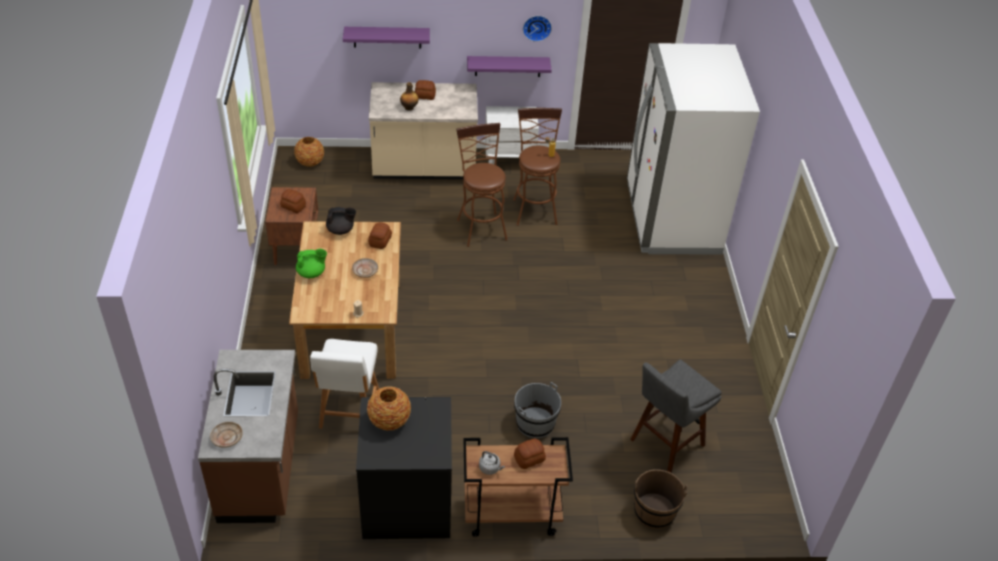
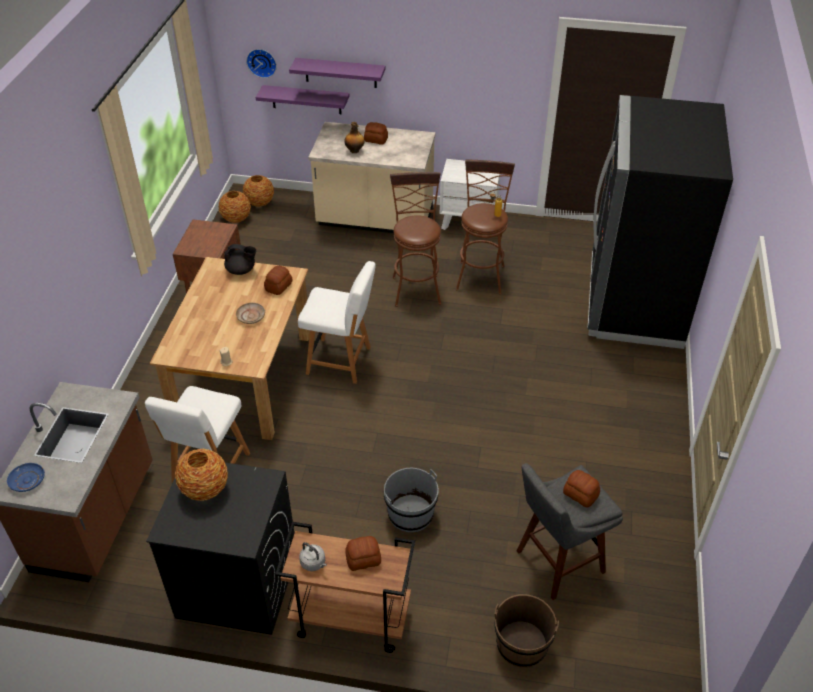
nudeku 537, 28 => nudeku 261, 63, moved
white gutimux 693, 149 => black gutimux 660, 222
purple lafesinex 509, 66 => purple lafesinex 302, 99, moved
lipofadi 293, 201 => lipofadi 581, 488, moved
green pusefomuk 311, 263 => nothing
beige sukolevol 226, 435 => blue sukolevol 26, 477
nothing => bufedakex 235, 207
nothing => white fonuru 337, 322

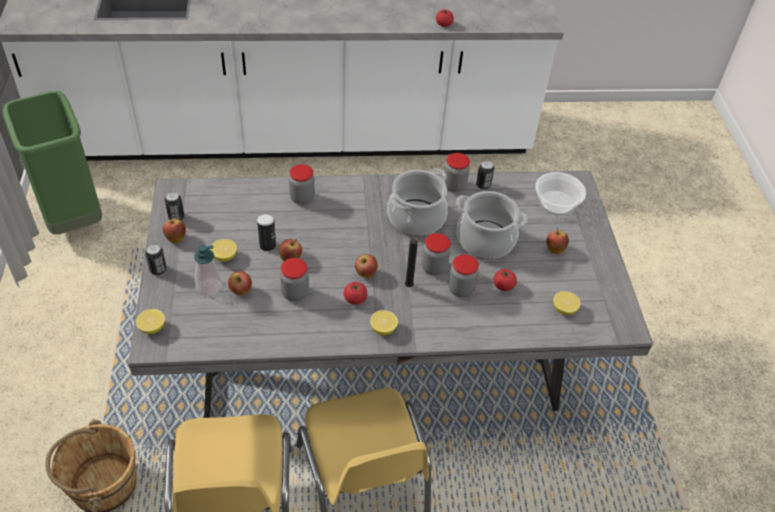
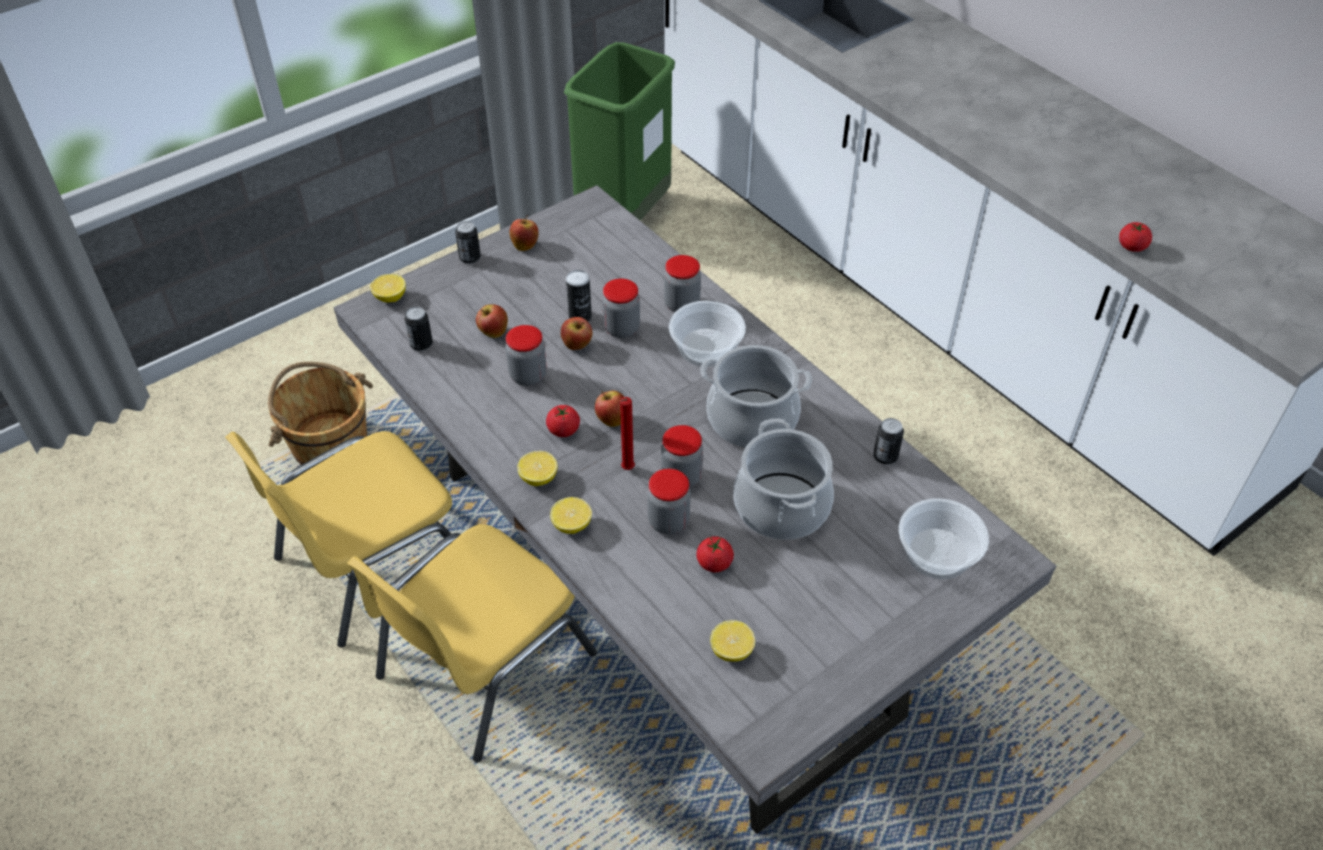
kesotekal 456, 172 => kesotekal 621, 308, moved
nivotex 174, 205 => nivotex 418, 329, moved
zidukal 557, 241 => nothing
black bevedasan 412, 262 => red bevedasan 627, 433
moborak 223, 250 => moborak 571, 515, moved
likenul 208, 270 => nothing
nothing => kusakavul 707, 334

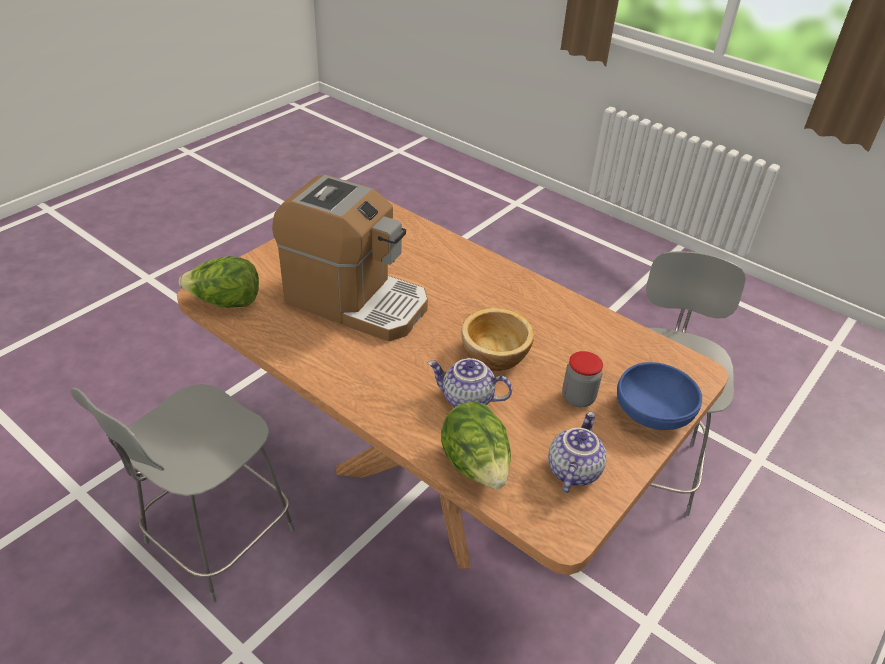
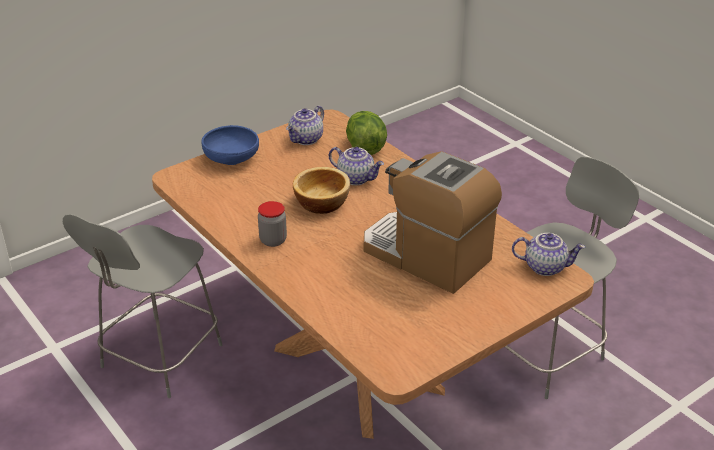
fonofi 219, 282 => pusefomuk 548, 254
kesotekal 582, 379 => kesotekal 272, 224, moved

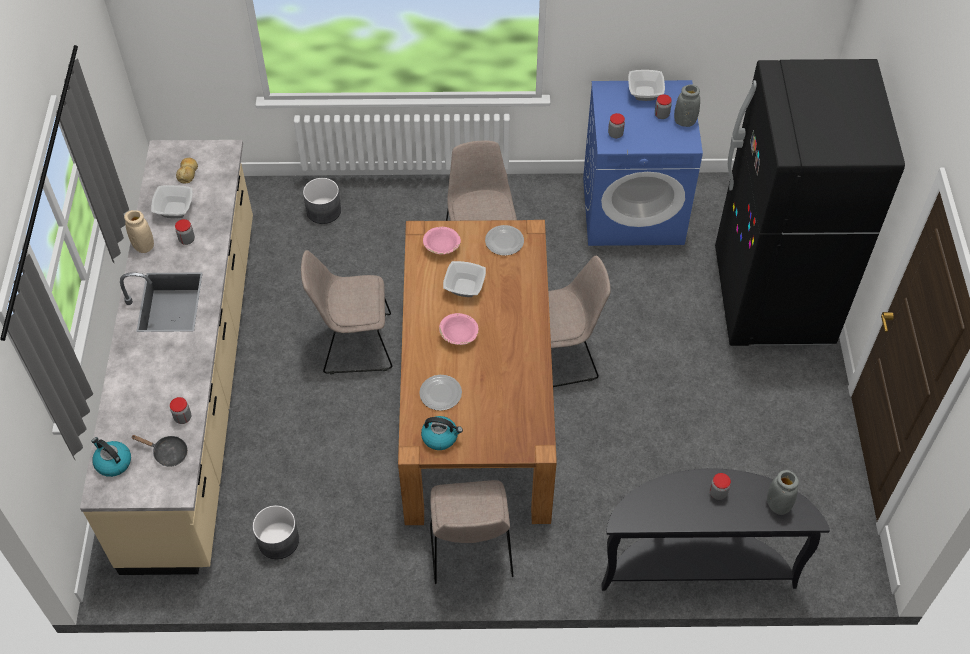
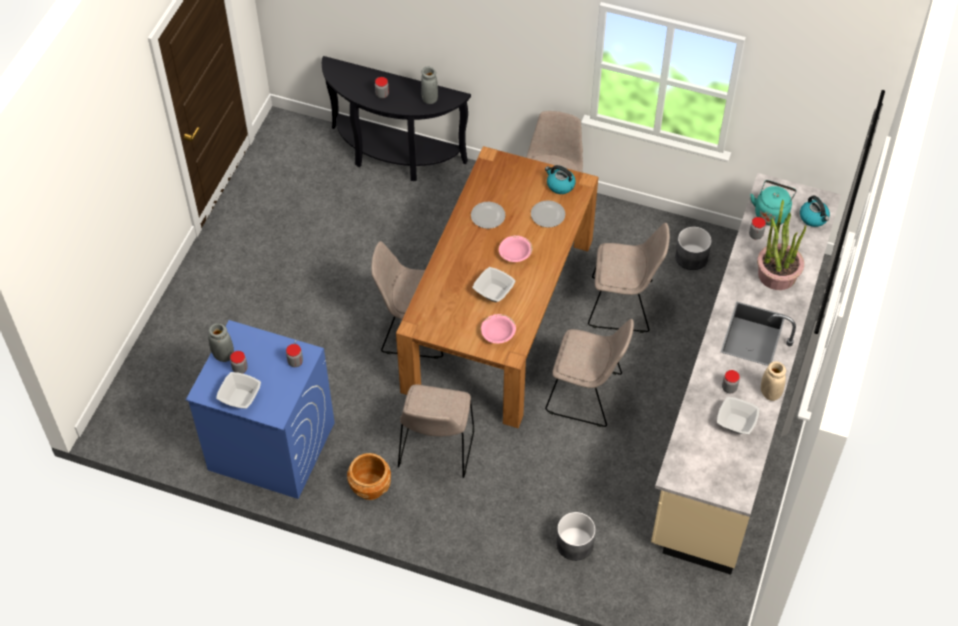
black gutimux 810, 202 => nothing
lipofadi 187, 171 => nothing
sukolevol 504, 240 => sukolevol 488, 215, moved
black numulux 160, 451 => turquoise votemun 773, 203
grey bufedakex 783, 492 => grey bufedakex 429, 85, moved
nothing => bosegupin 781, 245
nothing => beige fonuru 629, 278
nothing => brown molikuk 369, 476

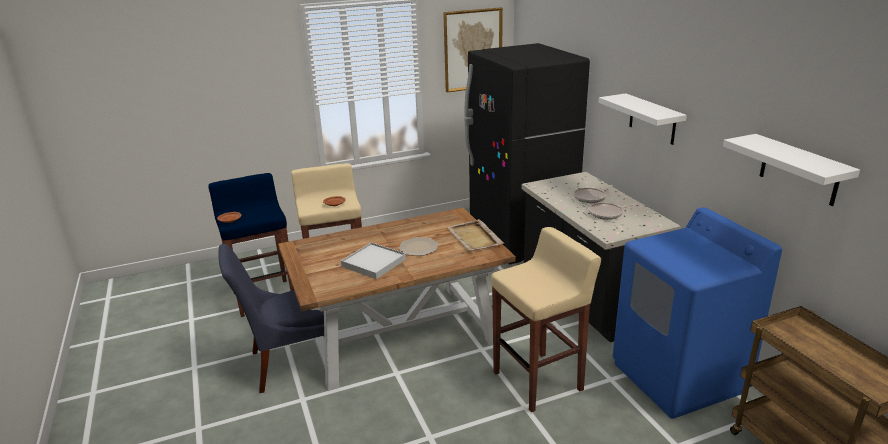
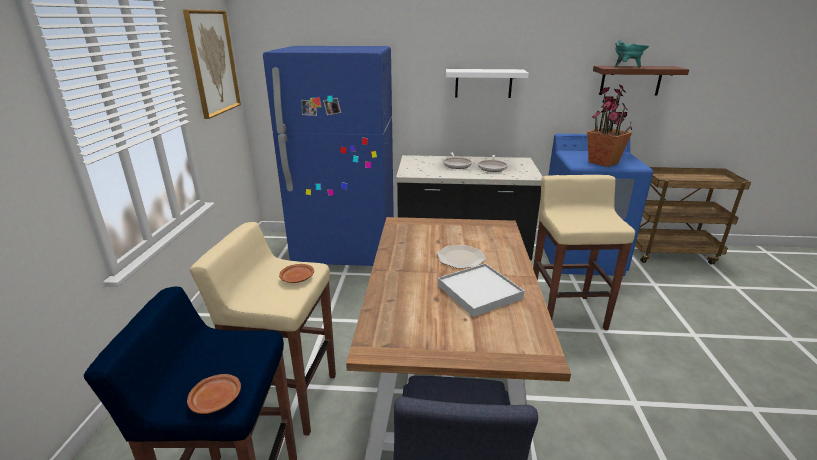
black gutimux 527, 154 => blue gutimux 328, 156
white lafesinex 791, 170 => brown lafesinex 641, 81
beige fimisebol 475, 235 => nothing
nothing => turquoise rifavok 632, 53
nothing => bosegupin 609, 126

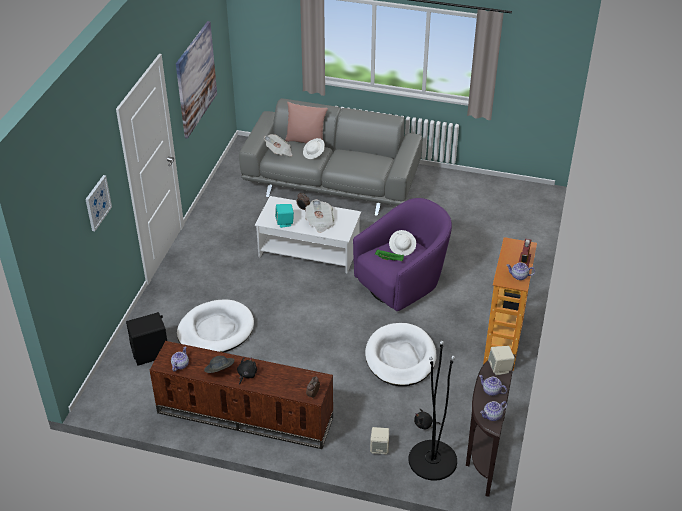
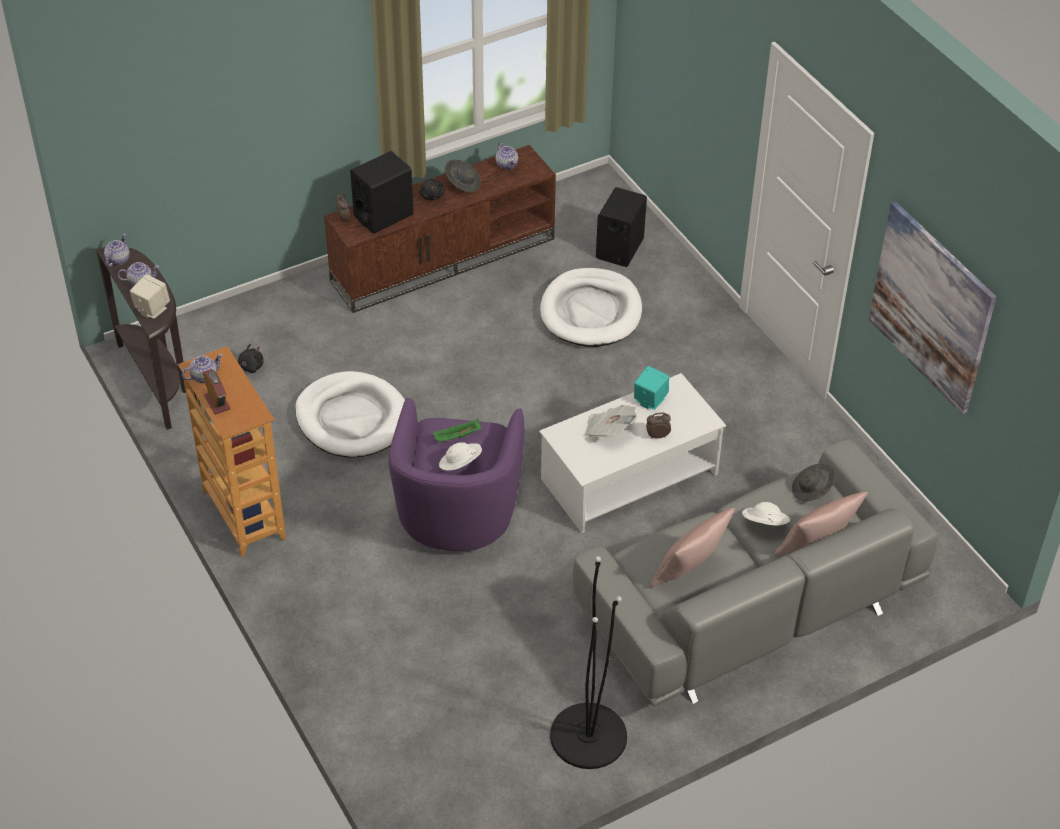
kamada 278, 145 => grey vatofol 814, 482
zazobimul 98, 203 => nothing
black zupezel 432, 411 => black zupezel 588, 662, moved
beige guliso 379, 440 => nothing
nothing => black guliso 382, 192
nothing => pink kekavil 692, 548

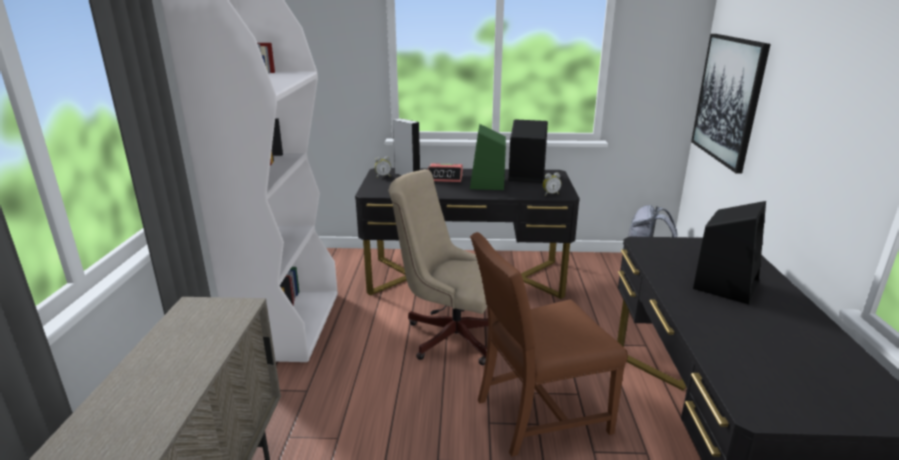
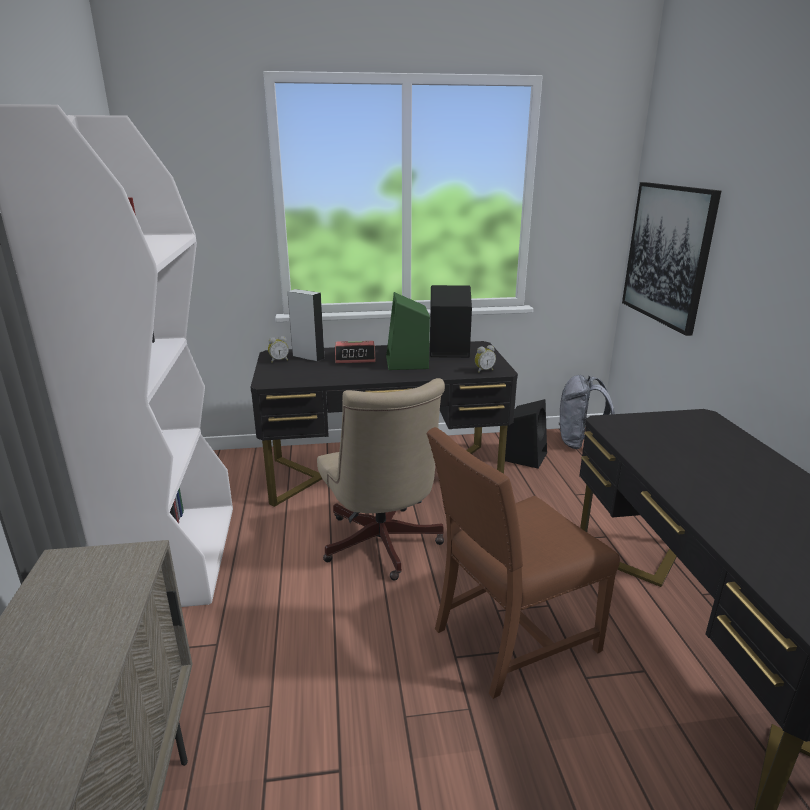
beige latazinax 438, 267 => beige latazinax 381, 479, 120 degrees counterclockwise
black guliso 729, 252 => black guliso 526, 434, moved

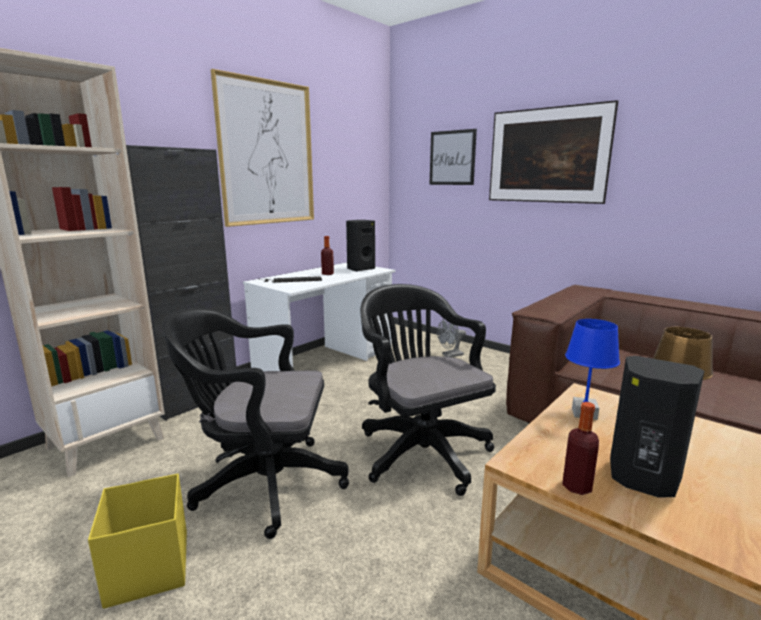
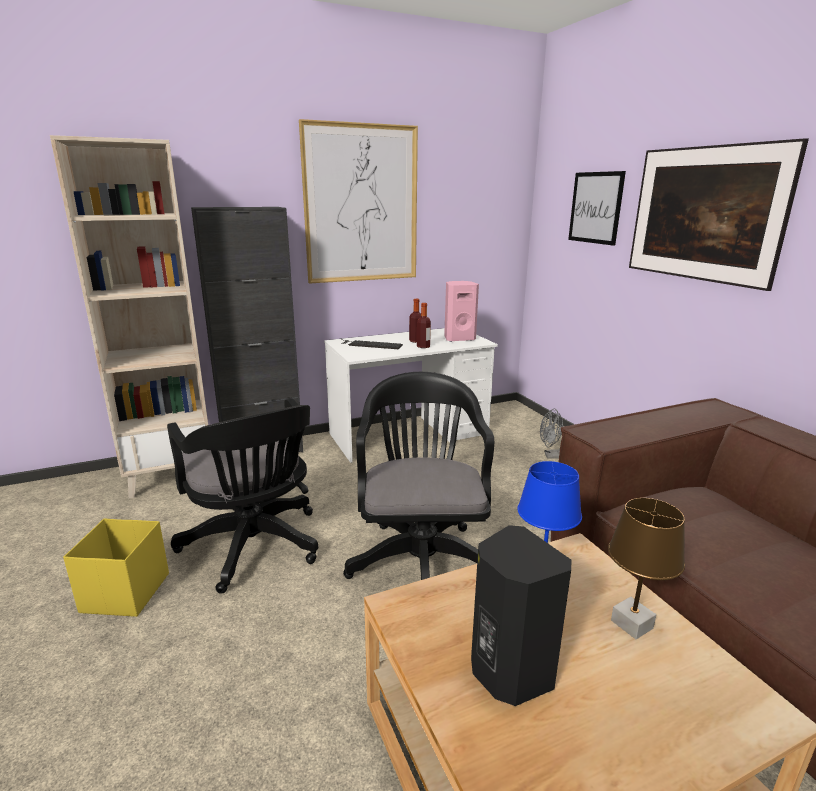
black guliso 360, 246 => pink guliso 461, 311
black latazinax 255, 423 => black latazinax 242, 496, 150 degrees counterclockwise
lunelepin 580, 448 => lunelepin 424, 325, moved

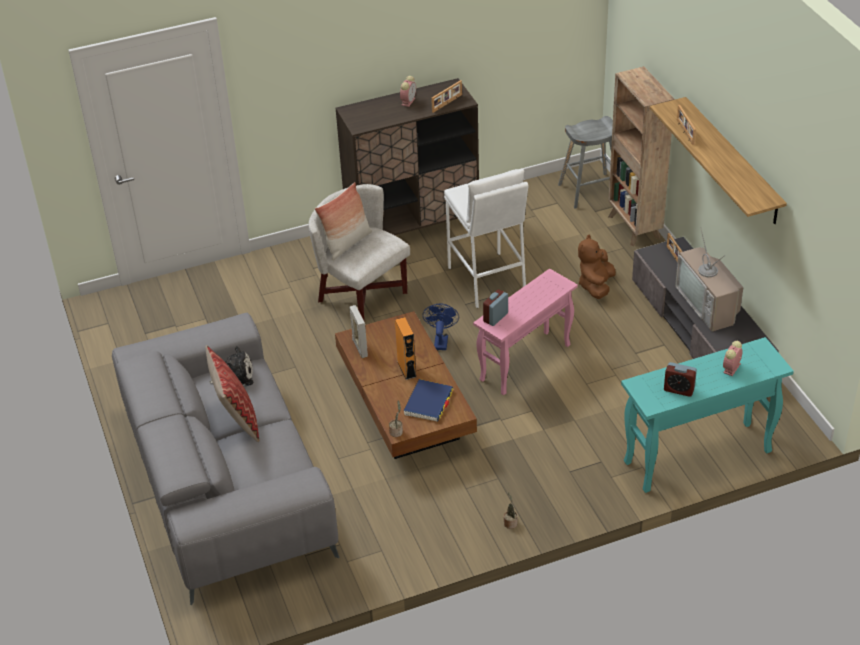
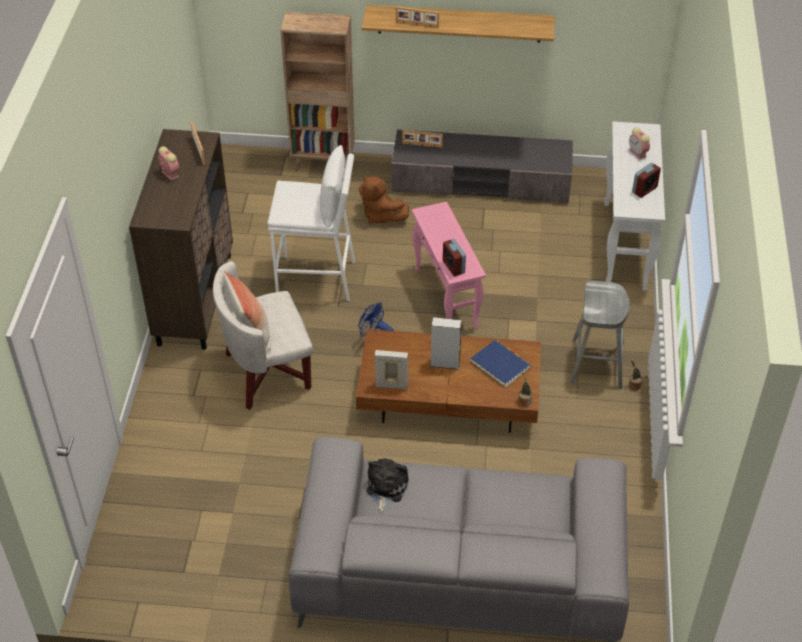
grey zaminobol 585, 162 => grey zaminobol 600, 335, moved
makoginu 709, 279 => nothing
orange guliso 405, 348 => grey guliso 446, 343
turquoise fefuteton 707, 415 => white fefuteton 634, 206
kekavil 232, 393 => nothing

